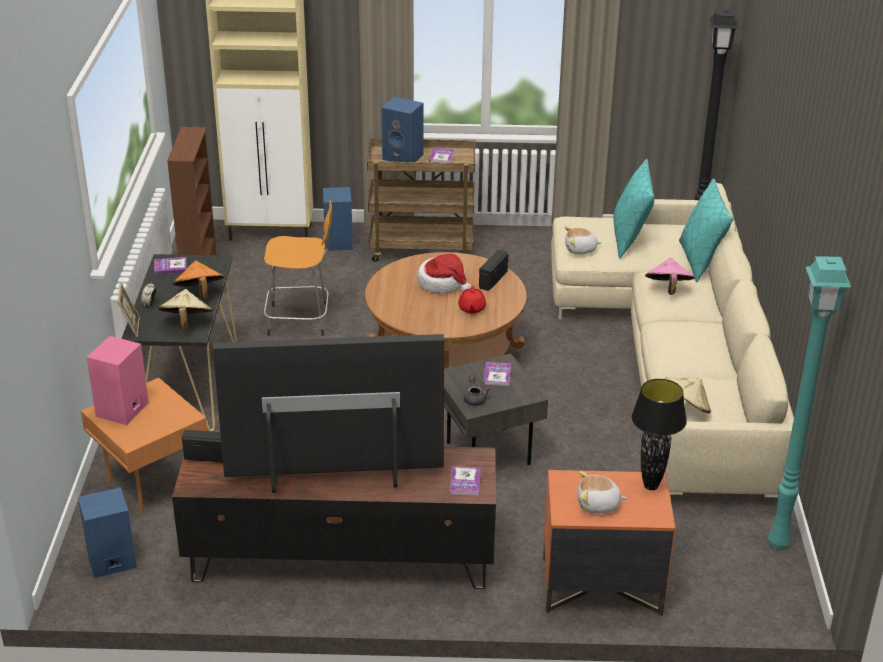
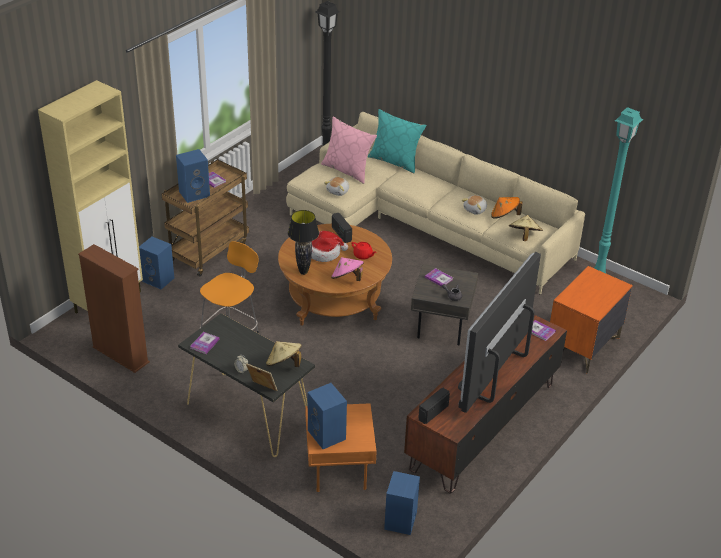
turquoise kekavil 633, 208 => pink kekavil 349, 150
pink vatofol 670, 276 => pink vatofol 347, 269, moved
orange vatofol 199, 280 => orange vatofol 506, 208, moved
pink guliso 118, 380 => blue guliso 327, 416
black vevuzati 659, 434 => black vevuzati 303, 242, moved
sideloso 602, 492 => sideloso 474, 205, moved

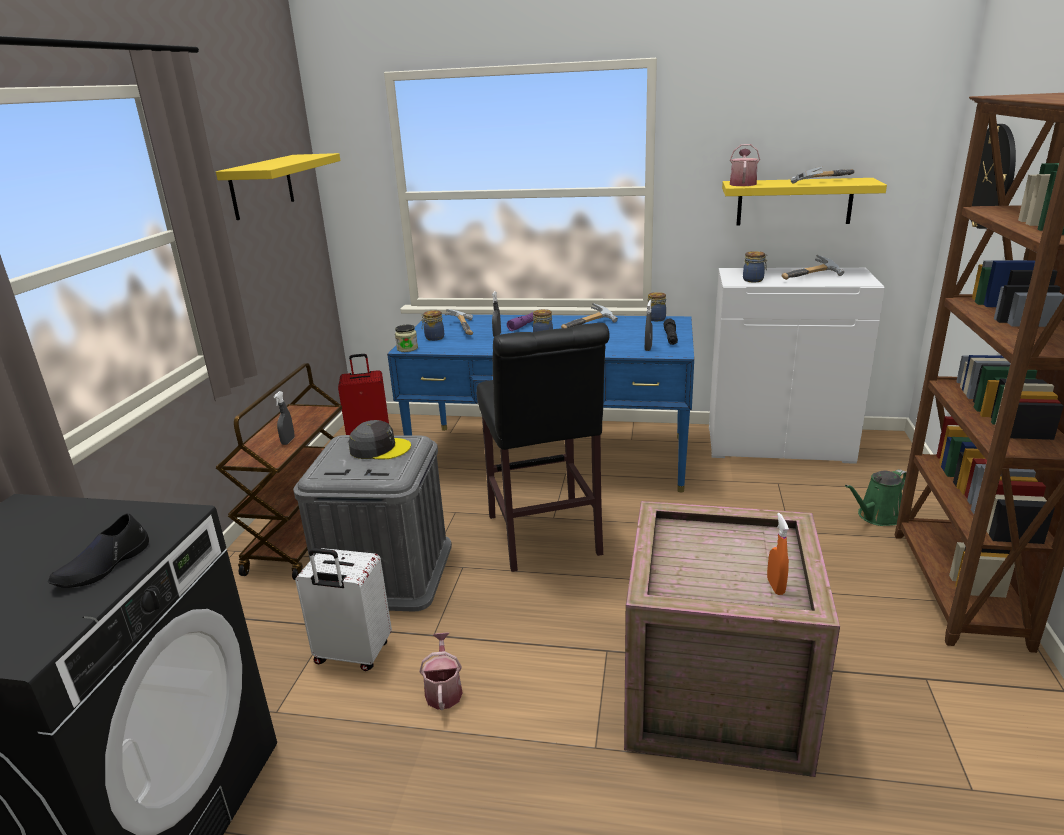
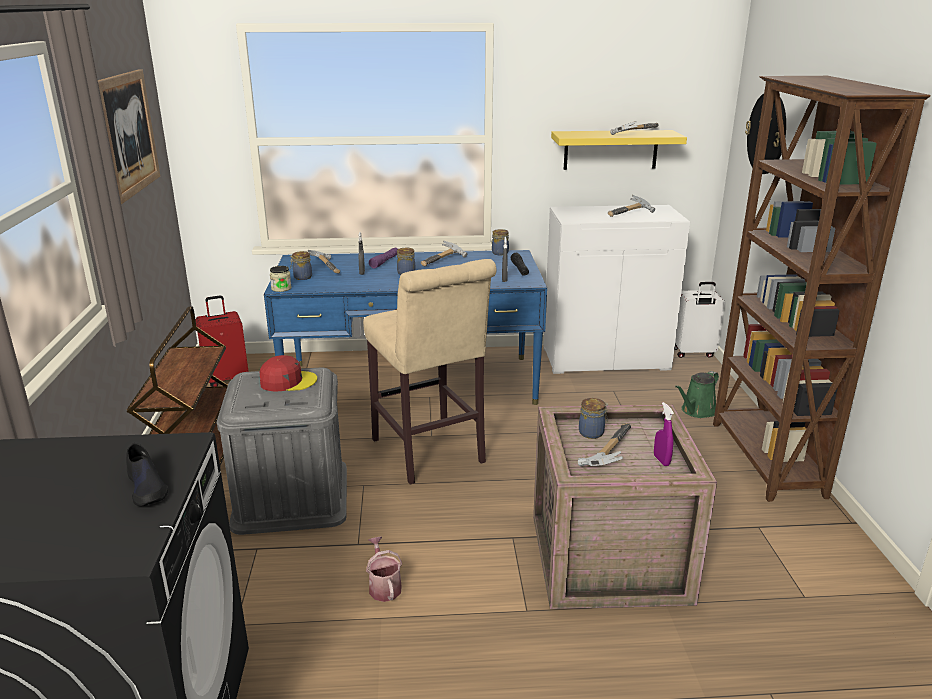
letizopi 745, 165 => nothing
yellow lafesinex 278, 186 => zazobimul 129, 137
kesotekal 755, 266 => kesotekal 593, 418, moved
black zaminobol 543, 447 => beige zaminobol 430, 371
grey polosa 284, 418 => nothing
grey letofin 380, 439 => red letofin 288, 373
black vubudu 98, 550 => black vubudu 147, 474, 45 degrees counterclockwise
orange polosa 778, 554 => purple polosa 664, 434
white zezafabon 343, 609 => white zezafabon 700, 320, moved
nothing => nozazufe 604, 444

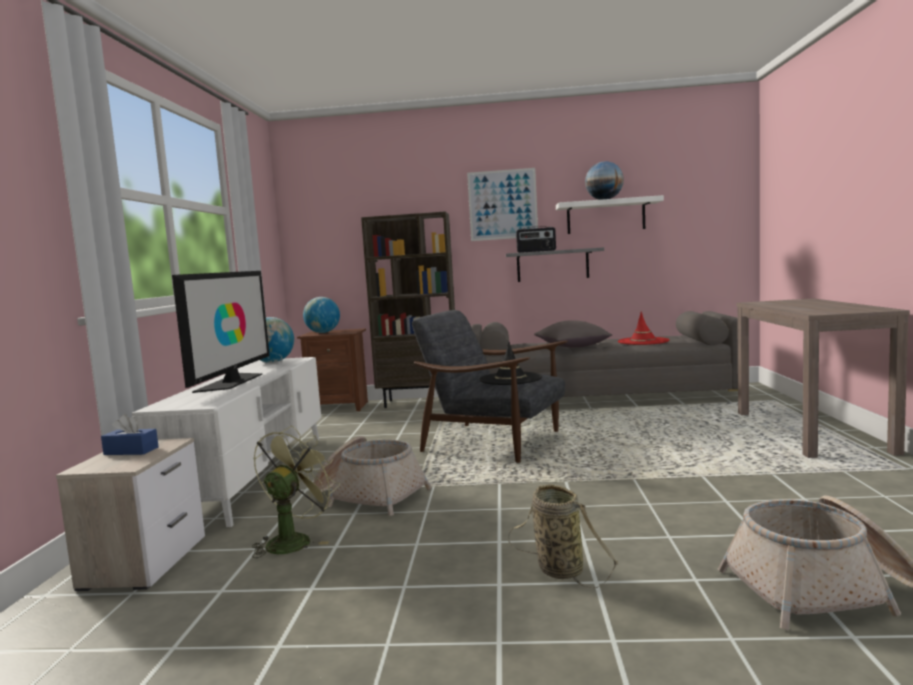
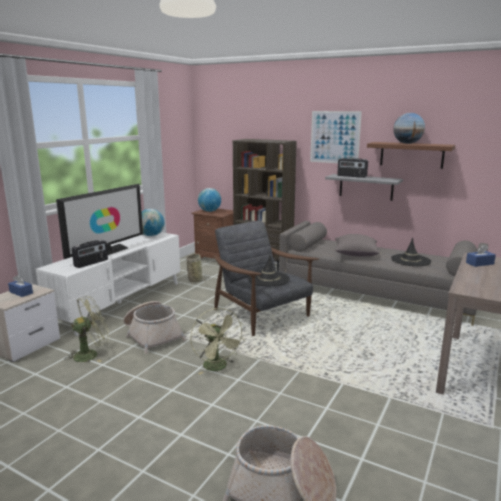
white lafesinex 610, 214 => brown lafesinex 411, 155
red vatofol 643, 328 => black vatofol 411, 252
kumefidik 563, 536 => kumefidik 196, 269, moved
nothing => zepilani 90, 254
nothing => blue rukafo 481, 255
nothing => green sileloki 217, 341

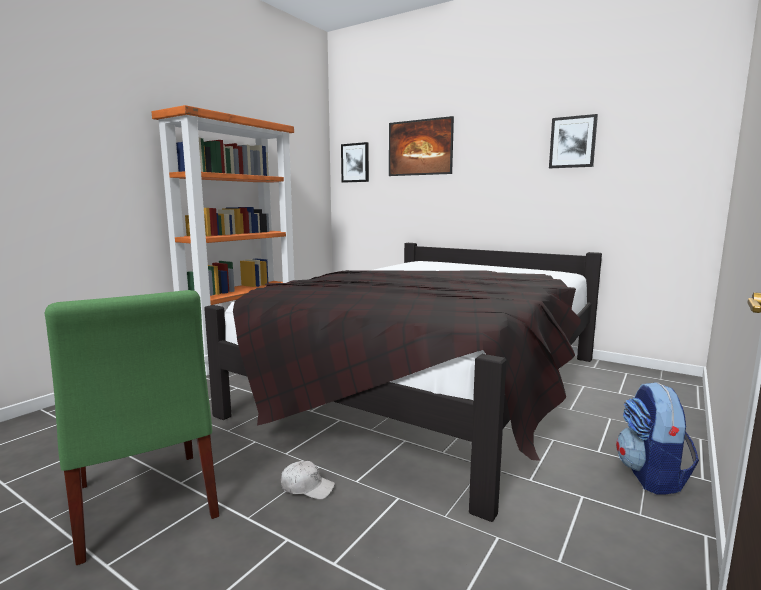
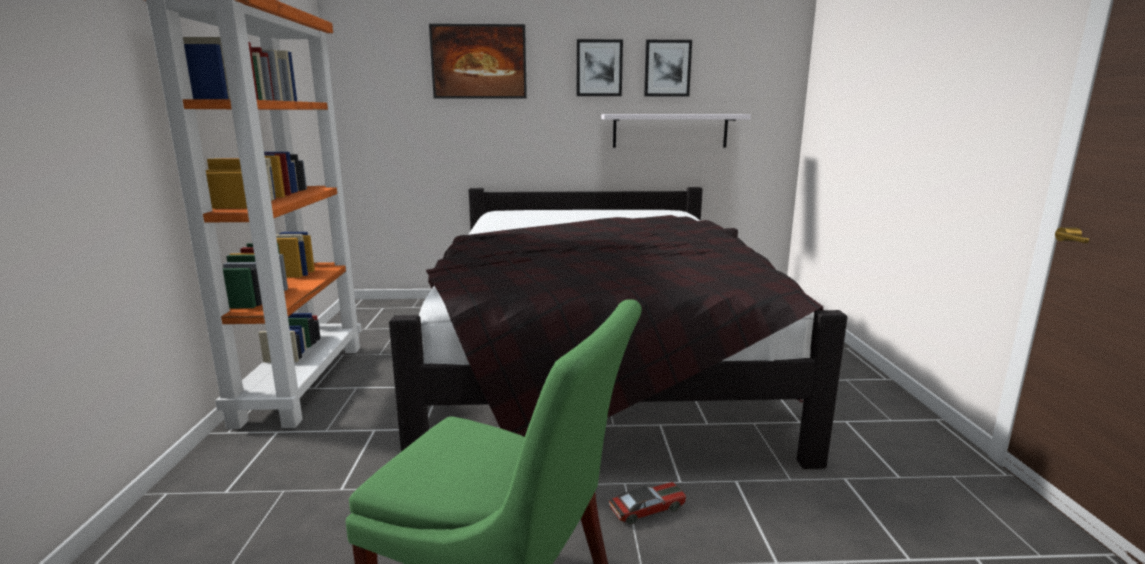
zazobimul 355, 162 => zazobimul 600, 67, moved
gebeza 657, 438 => nothing
white letofin 307, 480 => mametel 647, 503
nothing => white lafesinex 676, 131

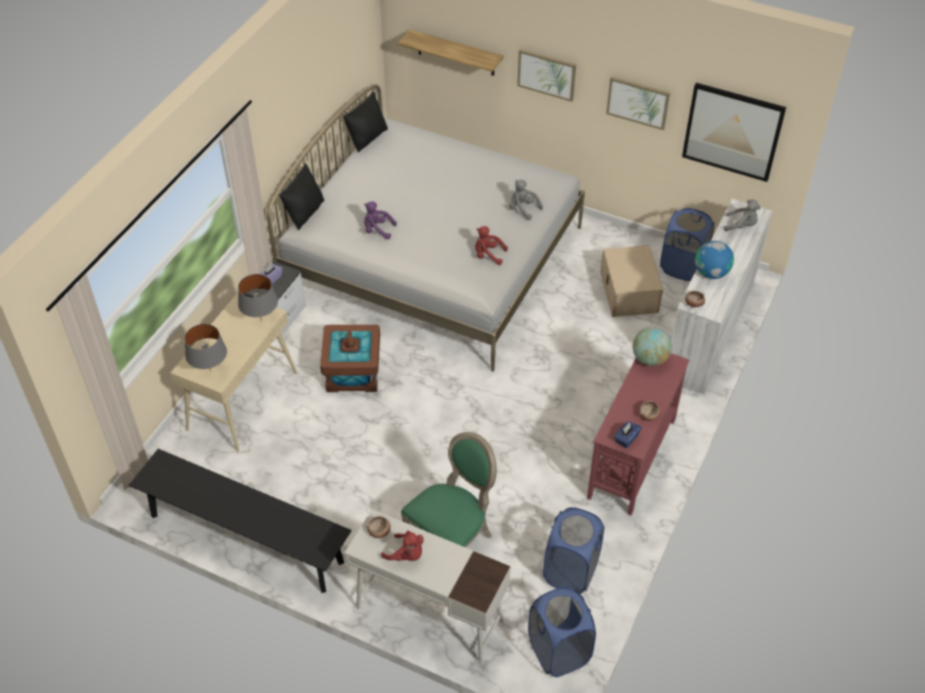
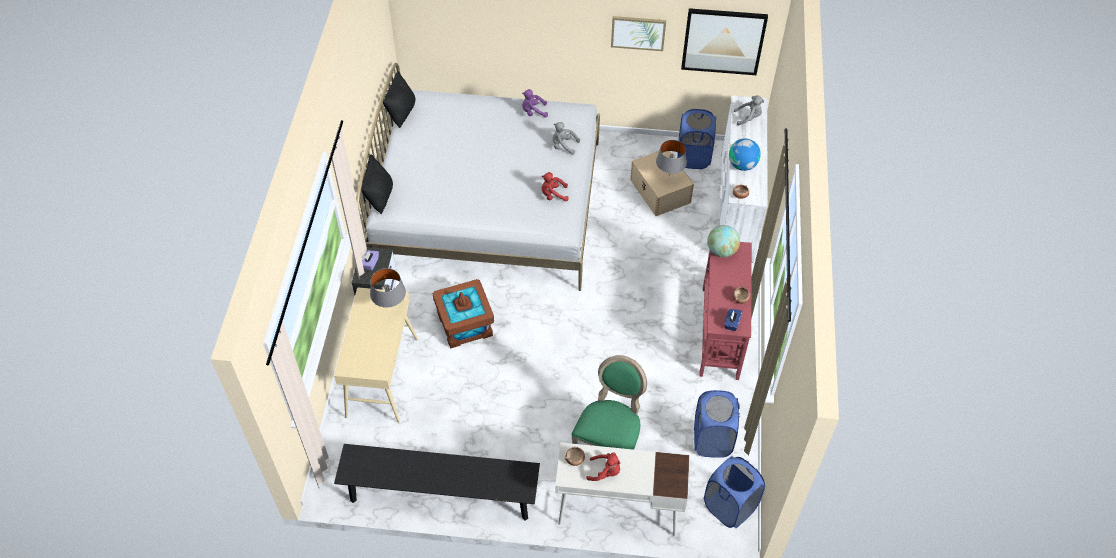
lafesinex 451, 53 => nothing
zazobimul 546, 75 => nothing
purple sideloso 380, 220 => purple sideloso 535, 103, moved
grey vevuzati 206, 347 => grey vevuzati 671, 158, moved

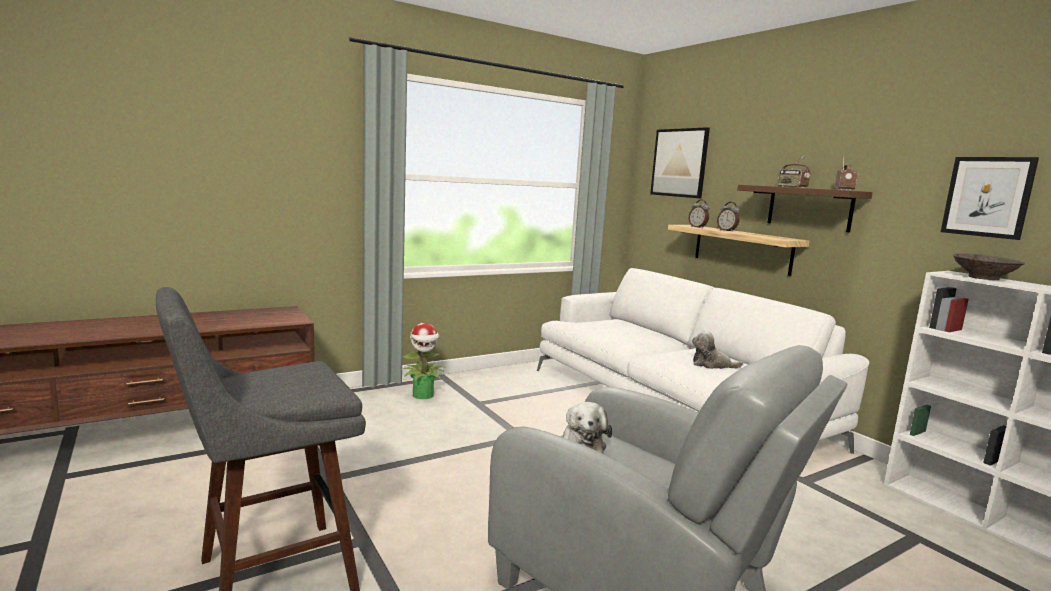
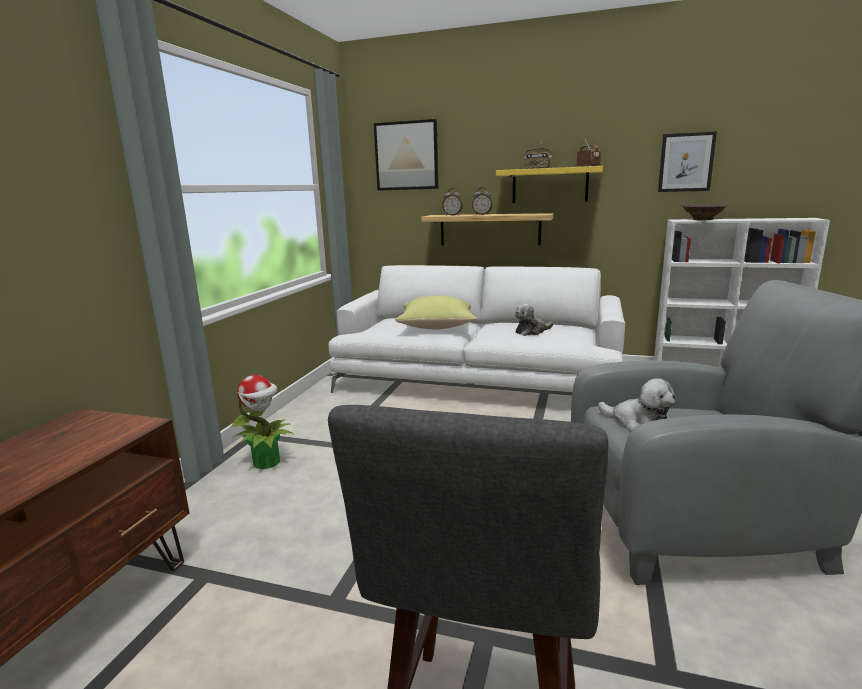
brown lafesinex 805, 208 => yellow lafesinex 549, 184
nothing => yellow kekavil 436, 312

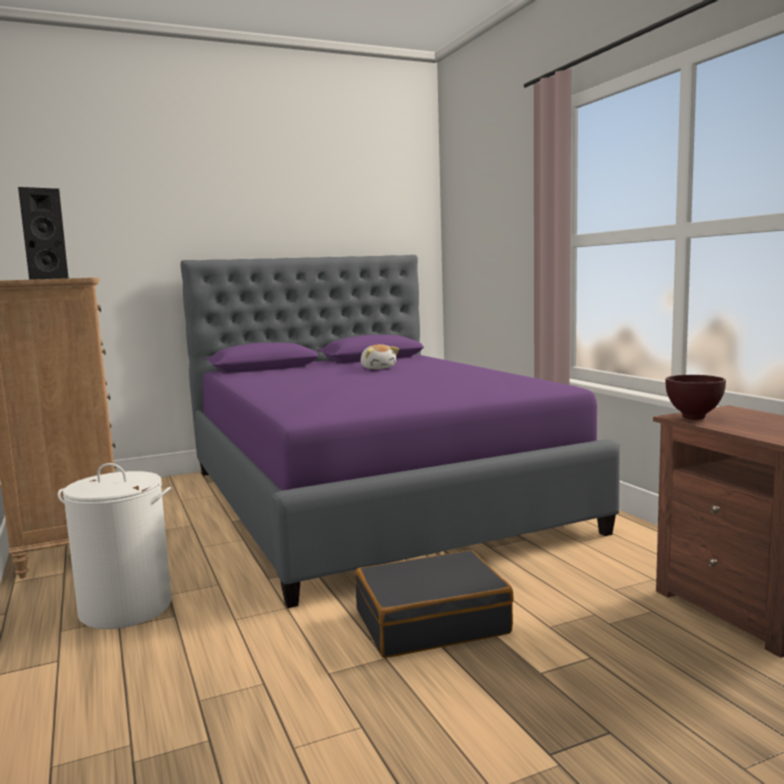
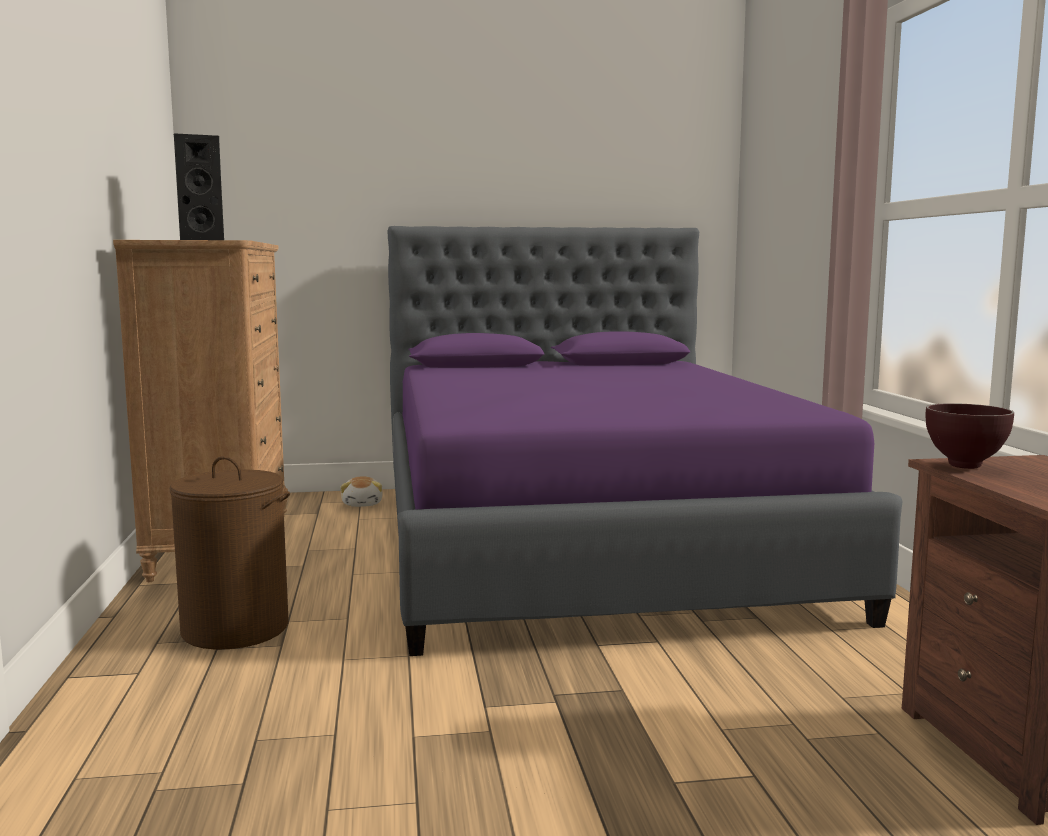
sideloso 380, 356 => sideloso 361, 491, moved
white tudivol 115, 546 => brown tudivol 230, 553
black zezafabon 434, 604 => nothing

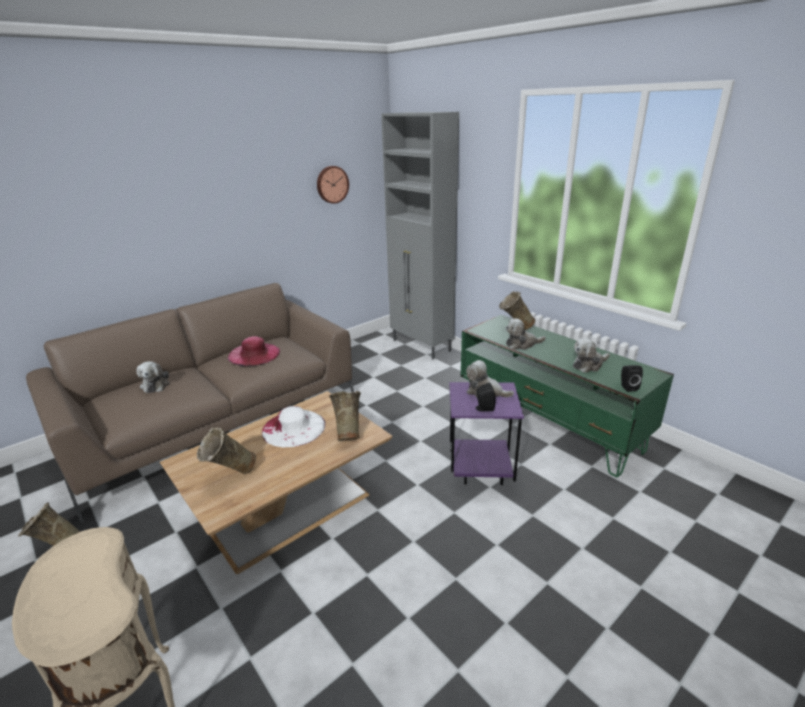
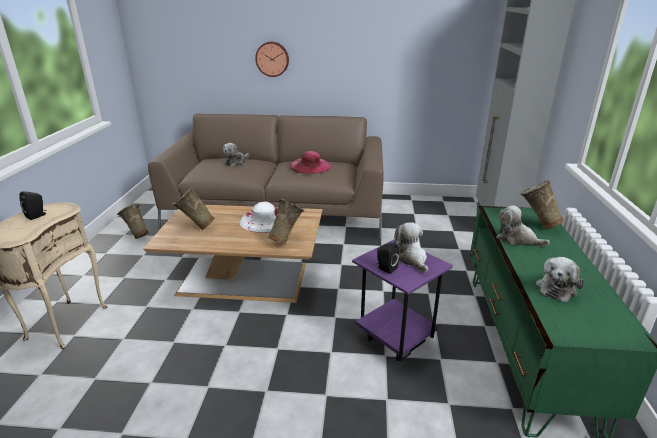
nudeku 333, 185 => nudeku 272, 59, moved
sideloso 591, 355 => sideloso 560, 279, 75 degrees counterclockwise
black guliso 632, 378 => black guliso 32, 206, moved

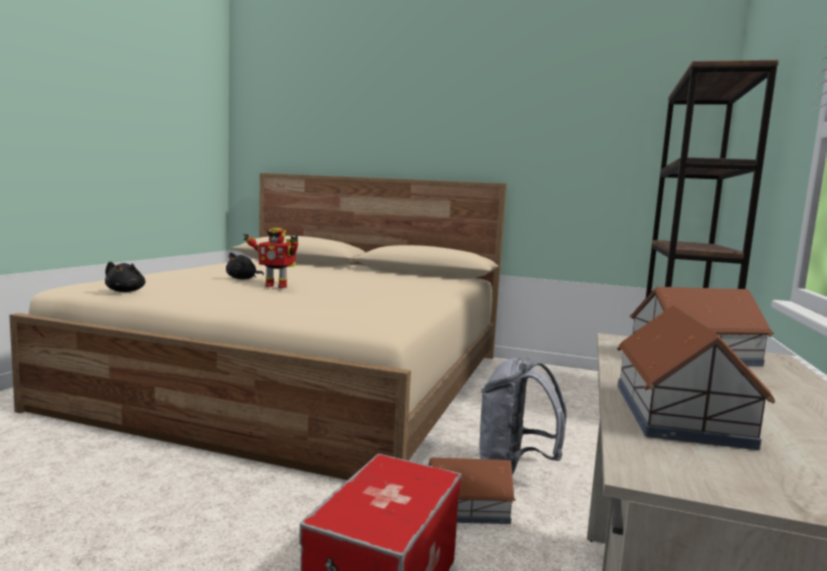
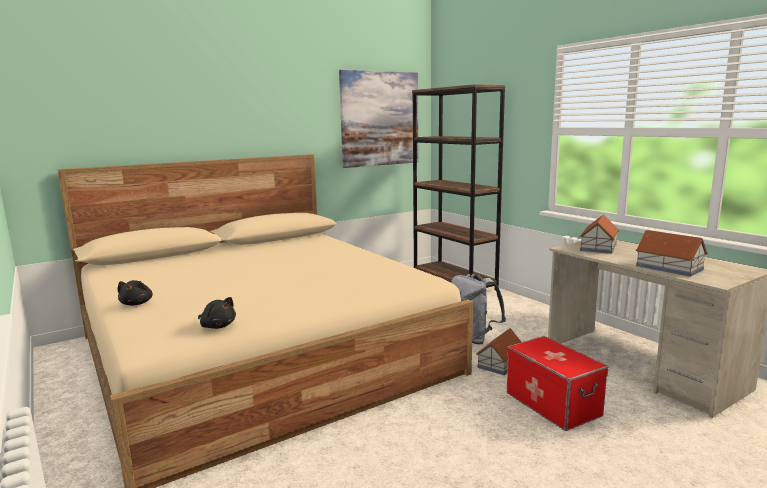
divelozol 270, 258 => nothing
black sideloso 245, 266 => black sideloso 135, 293, moved
nothing => zazobimul 378, 119

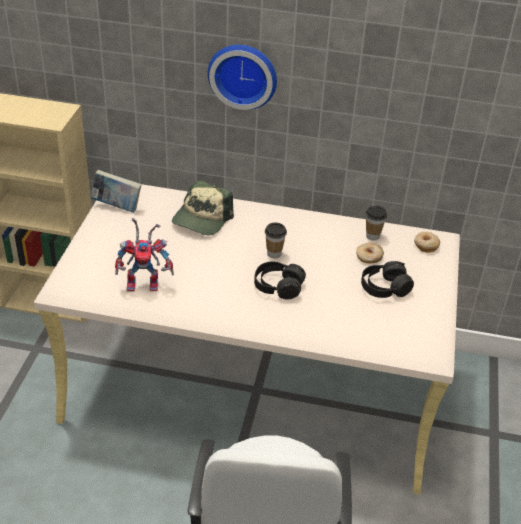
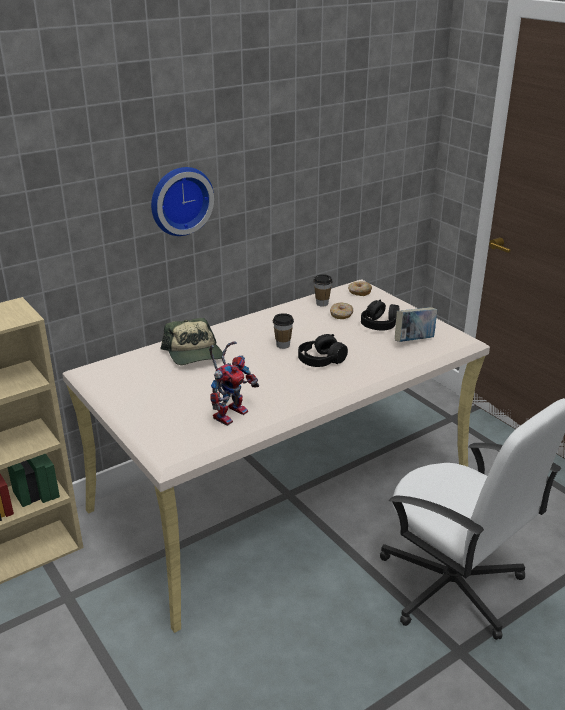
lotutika 116, 191 => lotutika 416, 324, moved

